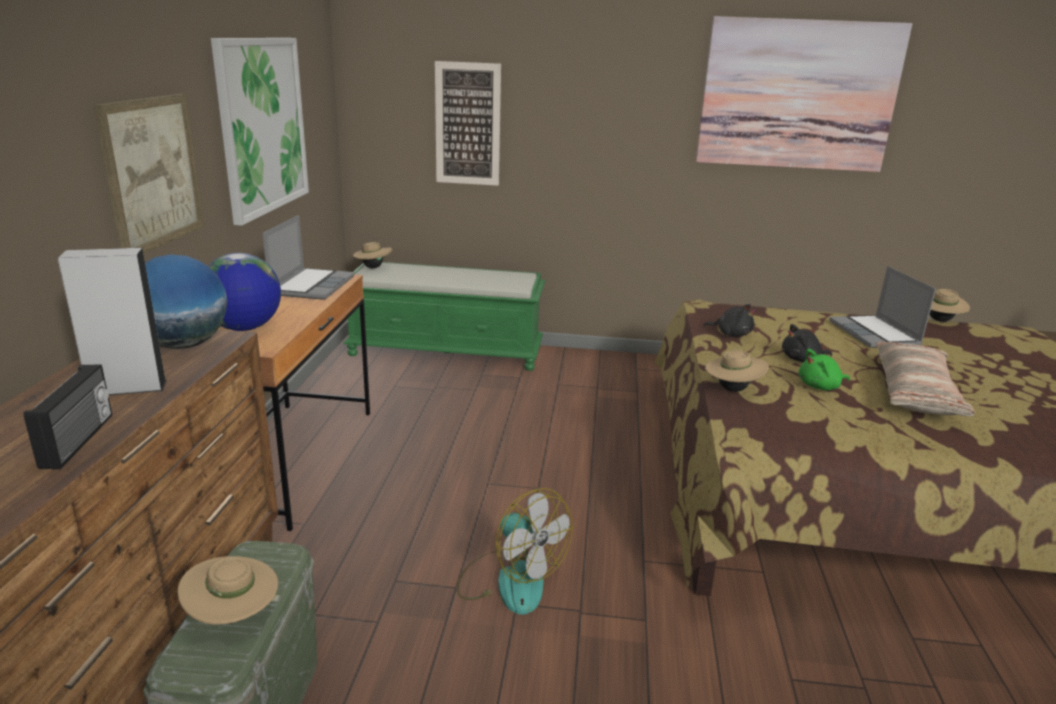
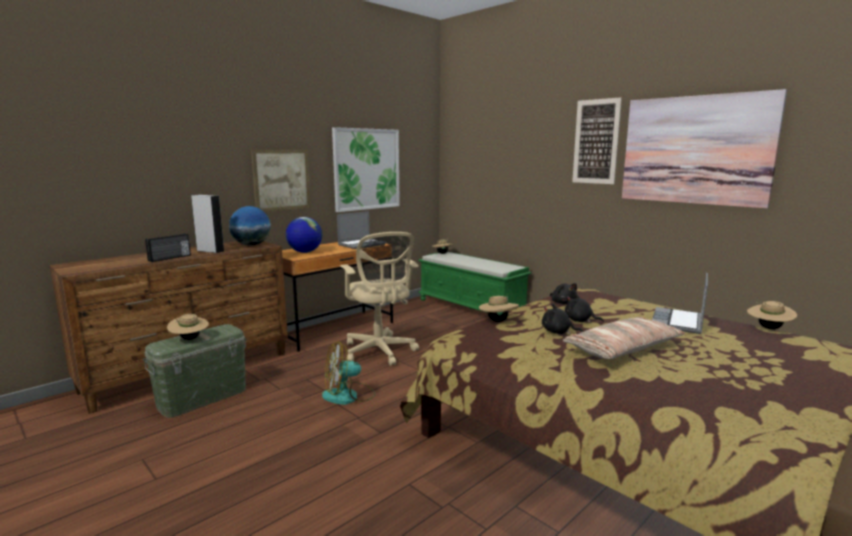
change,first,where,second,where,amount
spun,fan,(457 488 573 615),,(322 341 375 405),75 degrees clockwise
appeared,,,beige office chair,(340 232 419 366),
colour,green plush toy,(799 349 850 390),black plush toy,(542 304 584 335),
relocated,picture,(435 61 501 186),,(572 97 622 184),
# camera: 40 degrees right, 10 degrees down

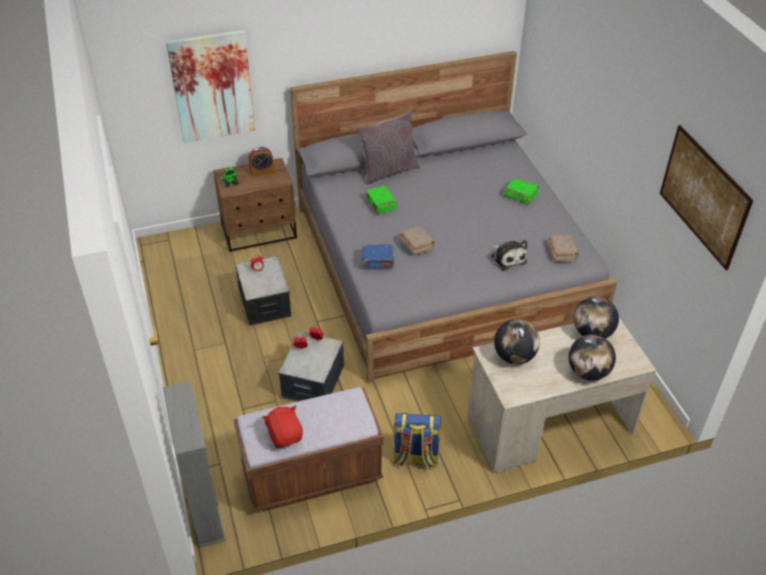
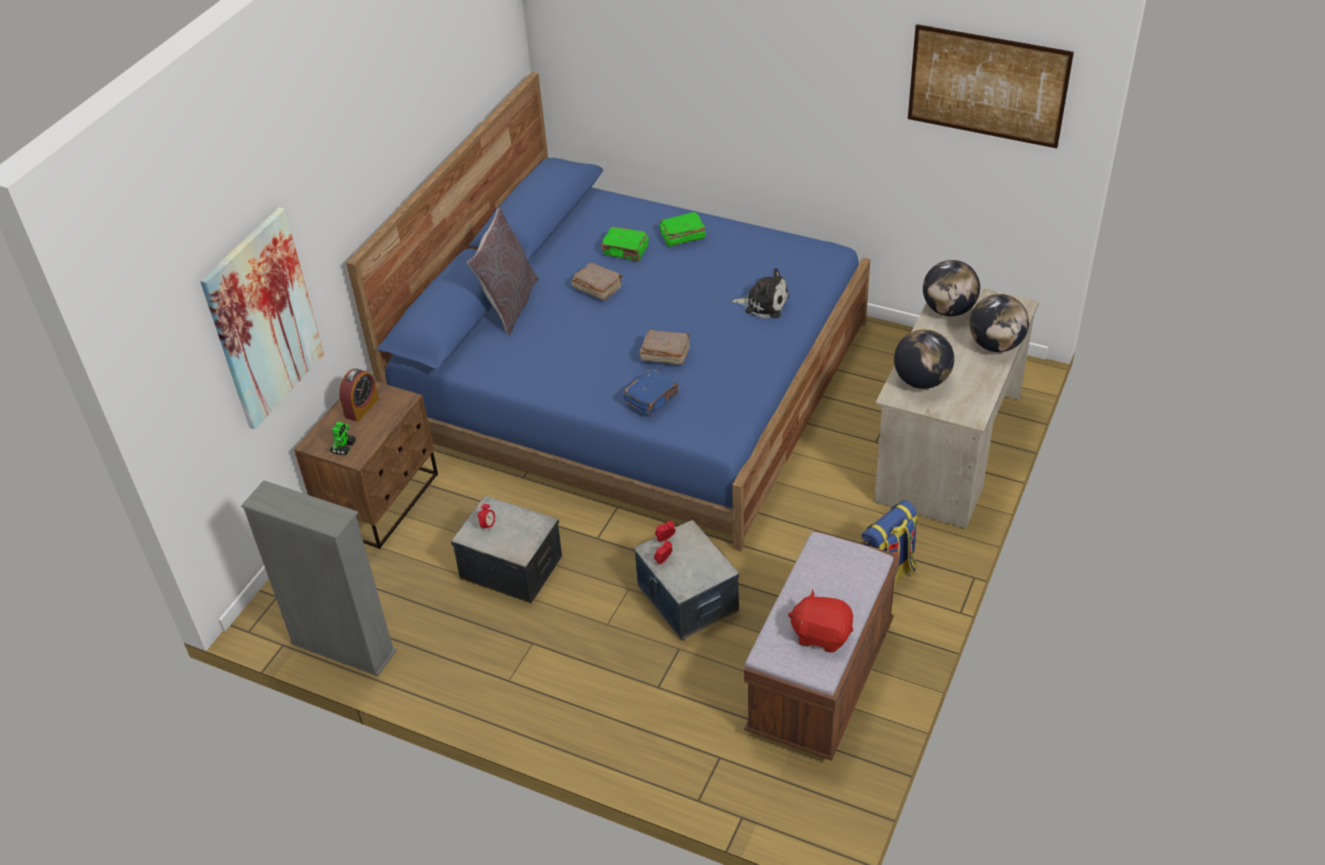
change,first,where,second,where,amount
relocated,grey bookcase,(163 381 226 548),,(241 480 397 676),
colour,grey bed,(290 51 617 383),blue bed,(346 72 870 551),
relocated,brown book,(548 234 579 262),,(572 262 623 301),
relocated,green book,(365 185 397 214),,(601 227 649 261),
# camera: 45 degrees left, 0 degrees up

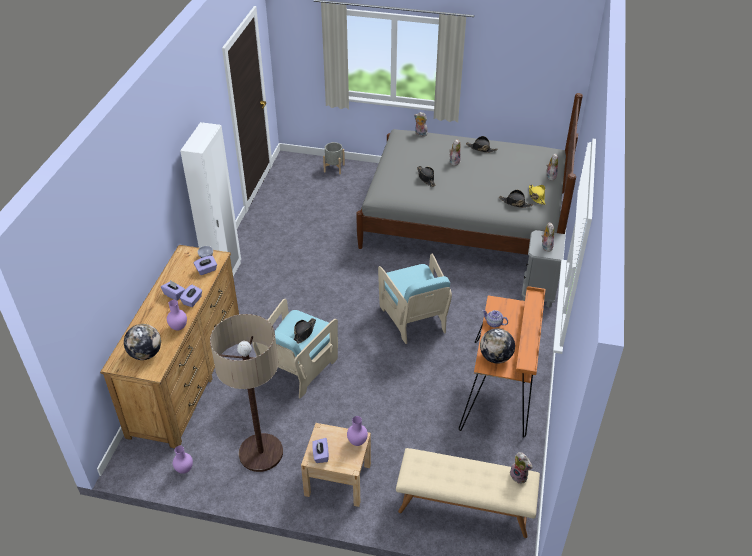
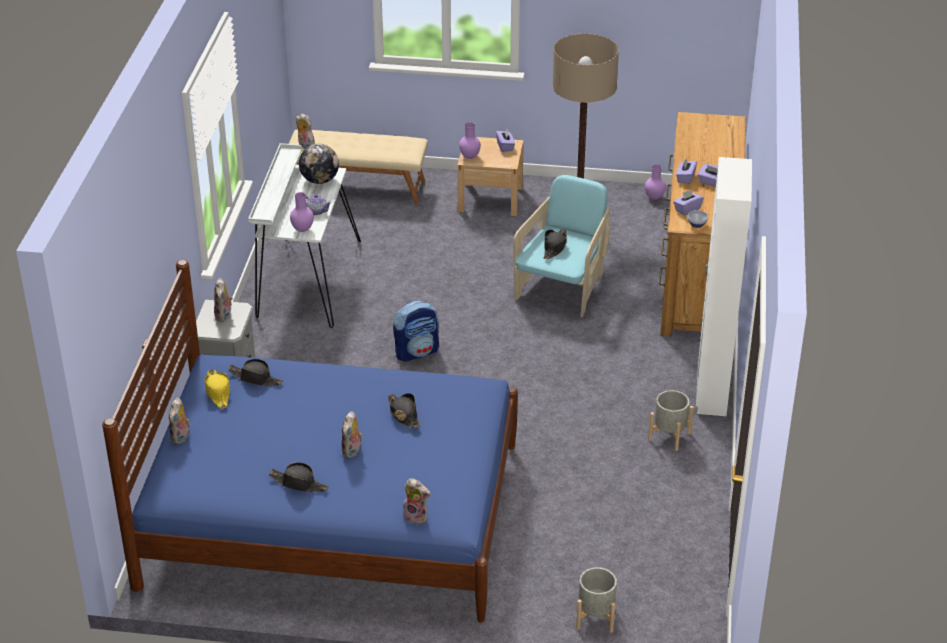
change,first,where,second,where,amount
colour,grey bed,(356 93 583 255),blue bed,(102 260 518 623),
colour,orange desk,(459 286 545 437),white desk,(248 143 361 328),
relocated,purple vase,(167 300 187 330),,(290 192 314 232),
exchanged,turquoise armchair,(378 254 452 344),backpack,(393 300 439 362),
appeared,,,grey planter,(648 390 694 451),
missing,globe,(124 324 161 360),,,
# camera: 175 degrees right, 5 degrees down

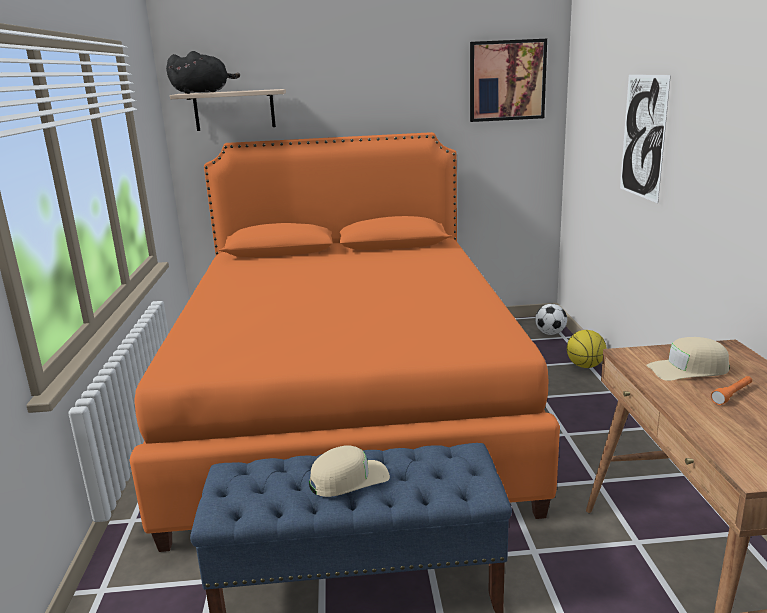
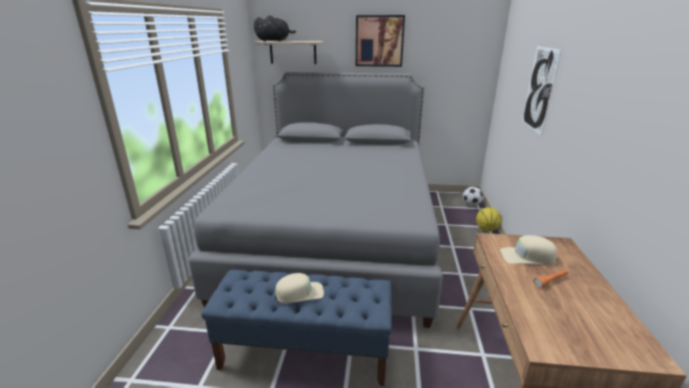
change,first,where,second,where,amount
colour,orange bed,(129 132 560 552),grey bed,(189 72 443 328),
relocated,picture,(470 39 547 122),,(356 15 405 67),
# camera: 10 degrees right, 5 degrees up

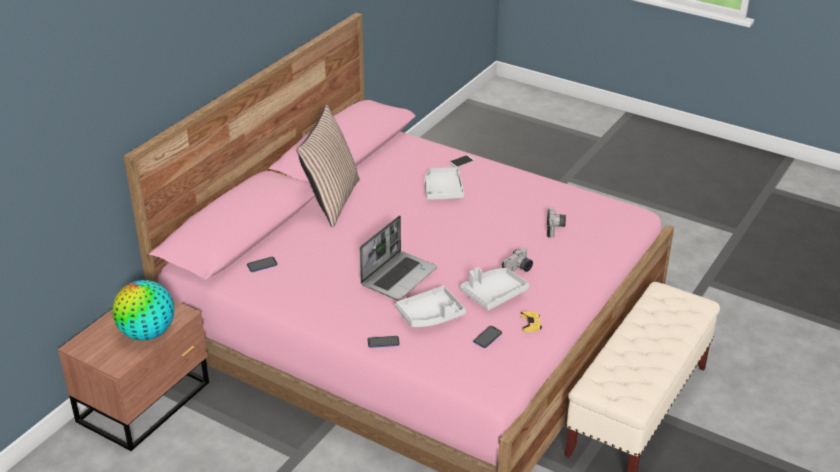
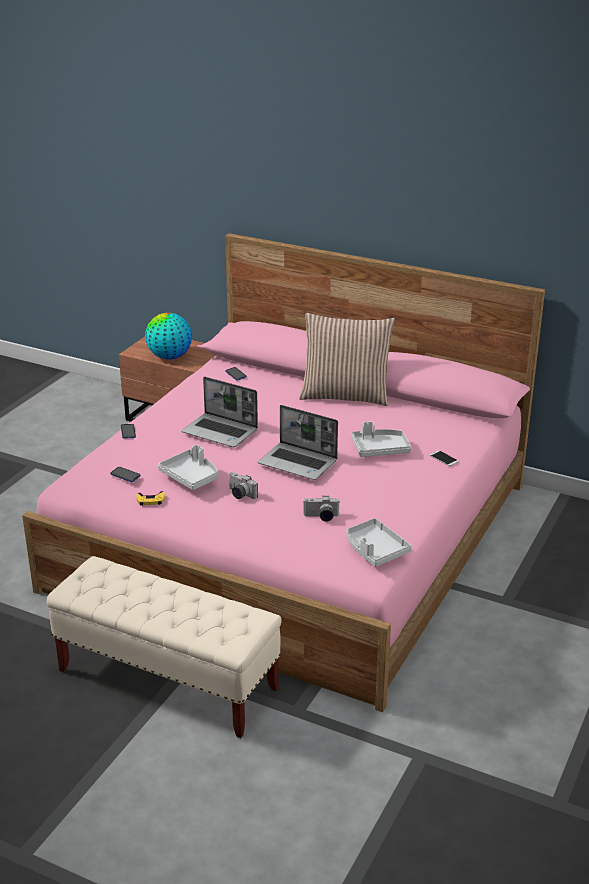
change,first,where,second,where,amount
appeared,,,laptop,(258 405 338 480),
relocated,grey tray,(395 286 466 327),,(347 518 412 567),
# camera: 85 degrees right, 5 degrees down

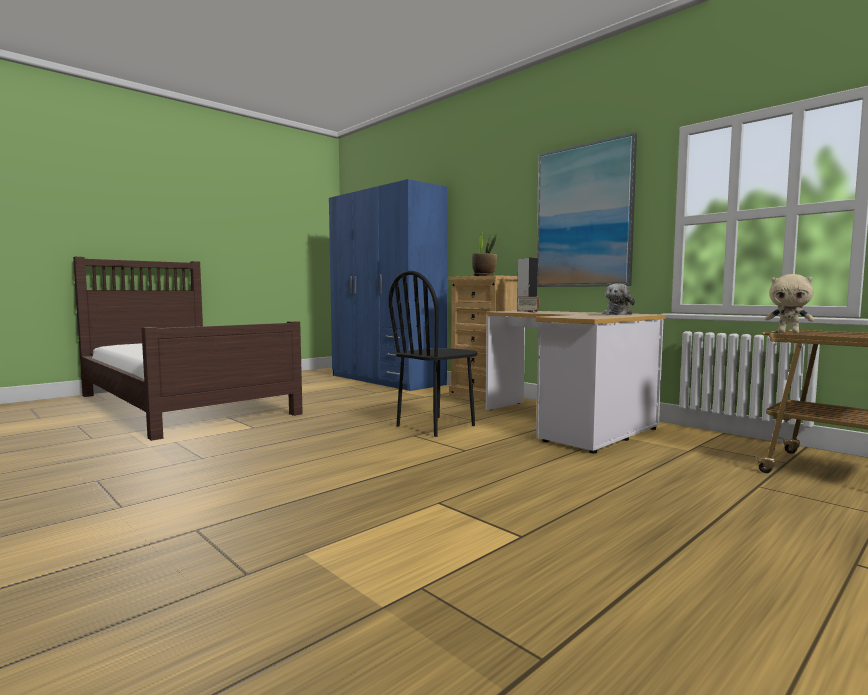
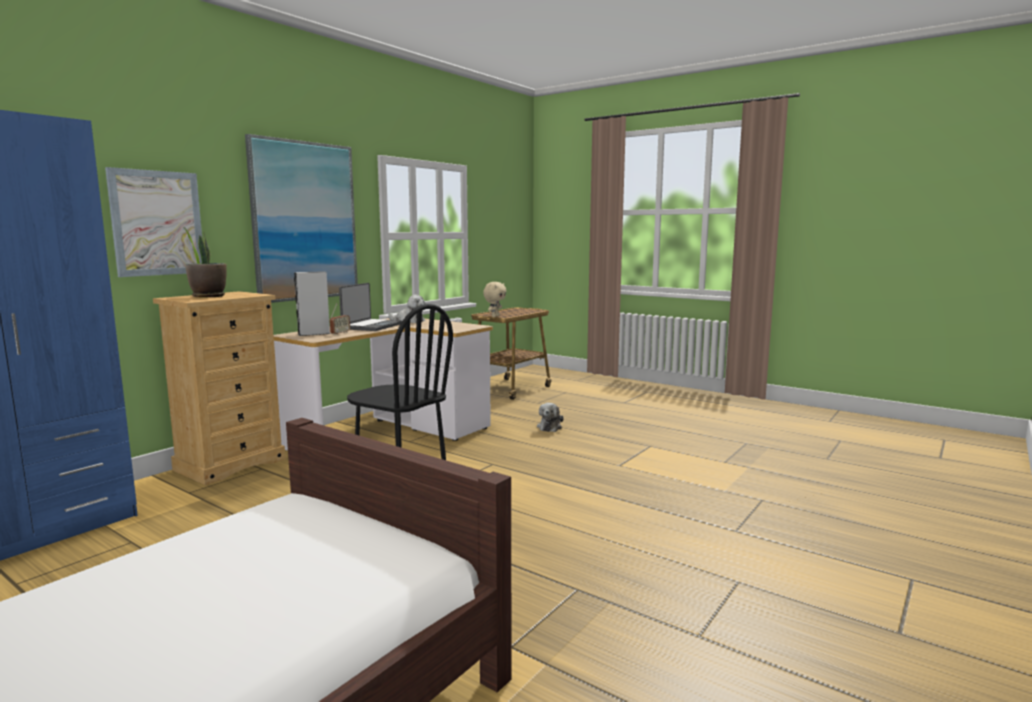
change,first,where,second,where,amount
appeared,,,picture,(105 167 202 277),
appeared,,,laptop,(339 283 402 331),
appeared,,,plush toy,(537 403 564 432),
# camera: 100 degrees left, 5 degrees up

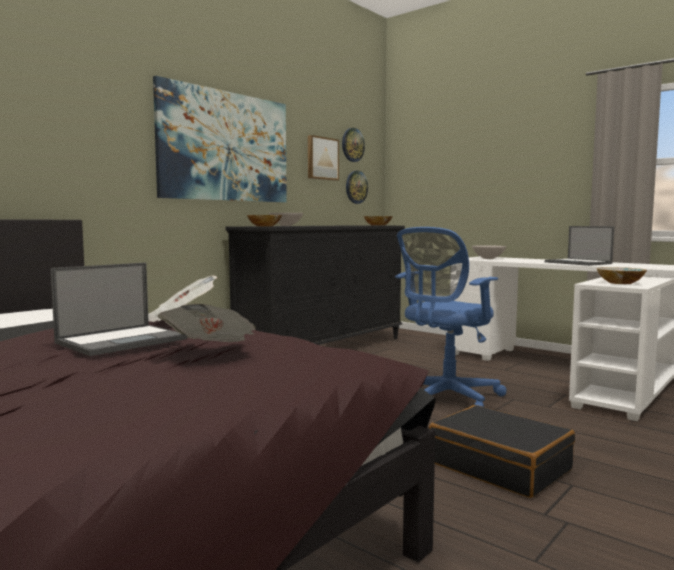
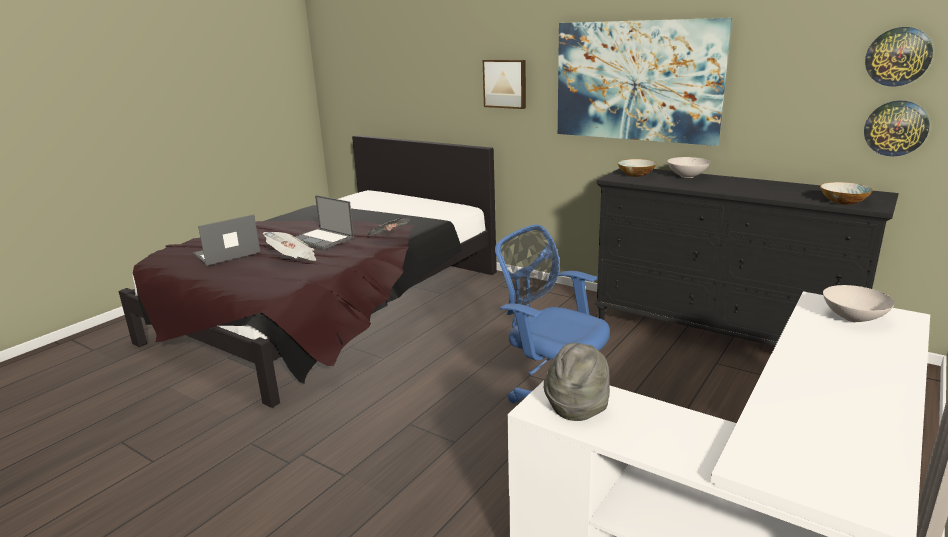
change,first,where,second,where,amount
relocated,laptop,(545 226 614 266),,(193 214 261 266),
relocated,picture,(308 135 339 181),,(483 60 526 109),
exchanged,bowl,(597 267 647 284),grey hat,(544 343 610 421),
missing,black suitcase,(429 405 575 498),,,
# camera: 85 degrees right, 15 degrees up

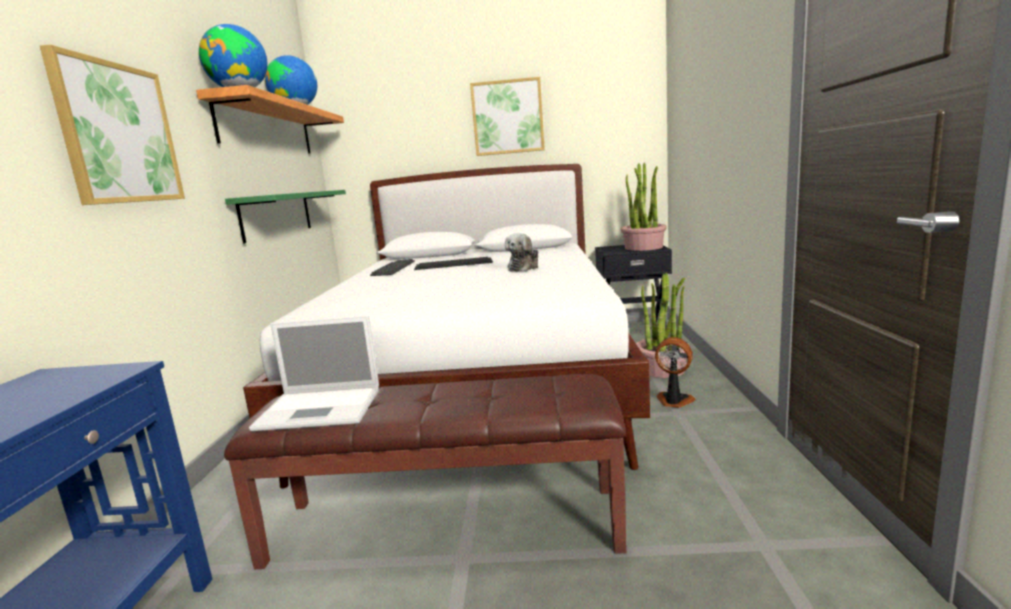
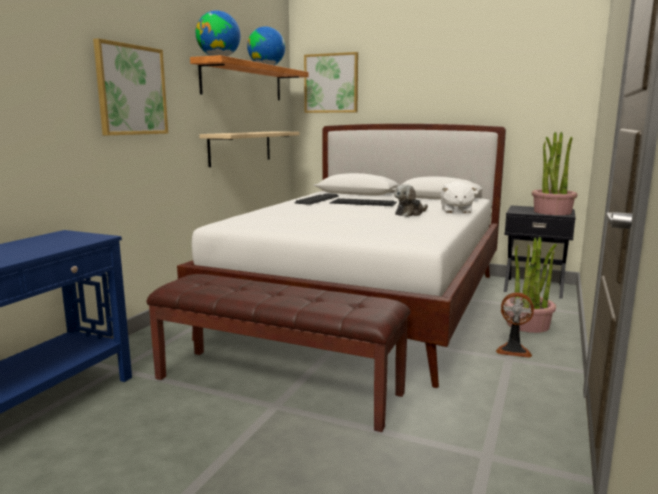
change,first,where,second,where,amount
colour,green shelf,(225 190 346 244),beige shelf,(199 131 299 167),
relocated,picture,(470 77 545 156),,(304 52 358 113),
appeared,,,white plush toy,(441 181 477 213),
spun,fan,(655 337 696 408),,(496 292 534 358),150 degrees clockwise
missing,laptop,(249 315 379 431),,,
# camera: 20 degrees right, 0 degrees up

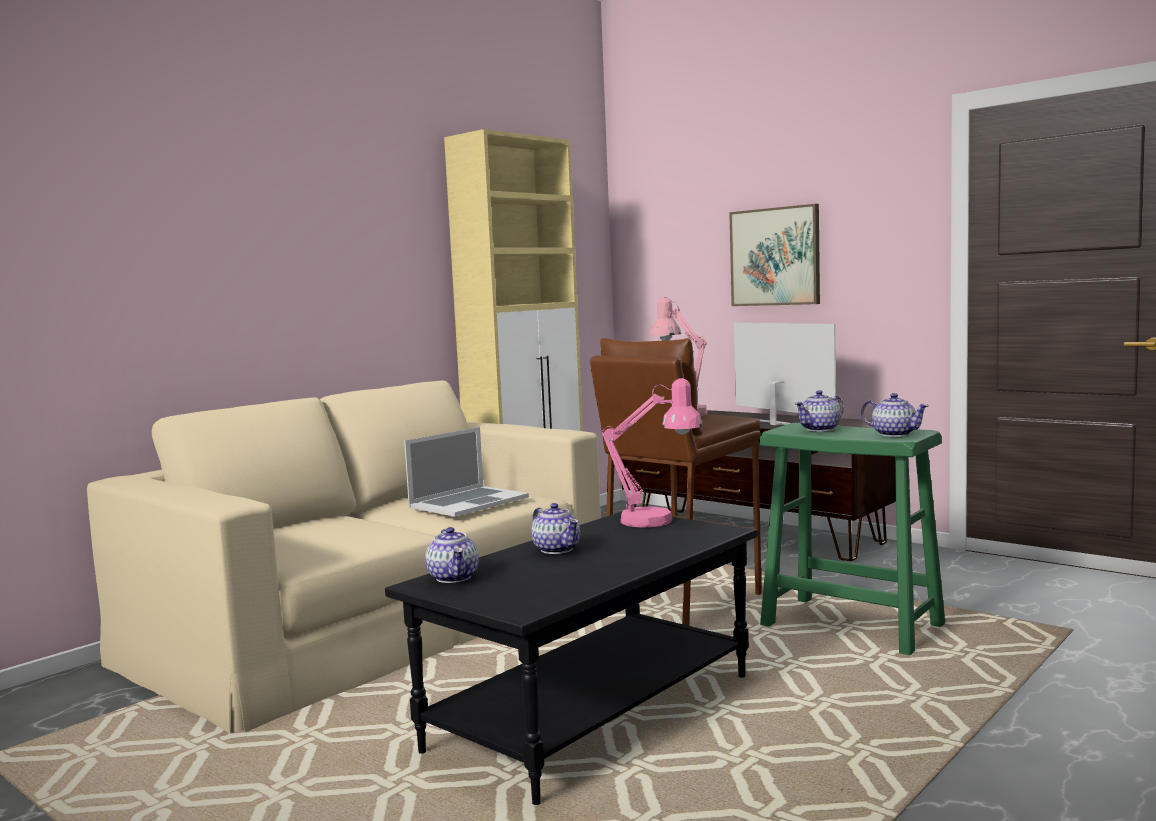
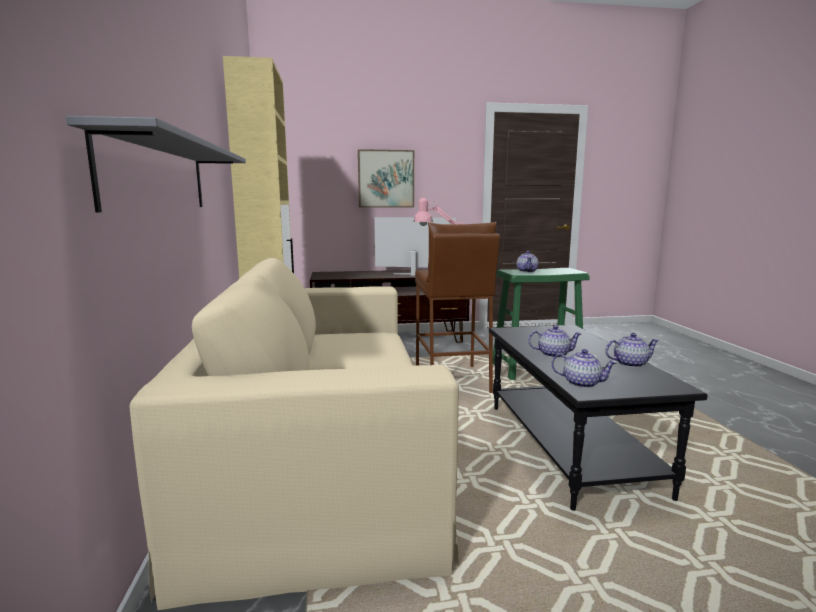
change,first,where,second,where,amount
appeared,,,grey shelf,(66 116 246 212),
relocated,teapot,(861 393 929 437),,(605 333 659 368),
missing,laptop,(404 427 529 517),,,
missing,pink table lamp,(602 378 703 528),,,
# camera: 50 degrees left, 5 degrees up

